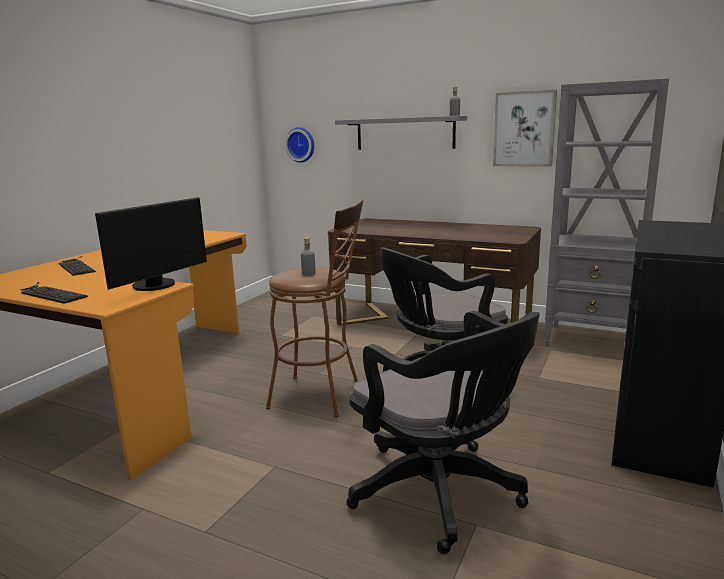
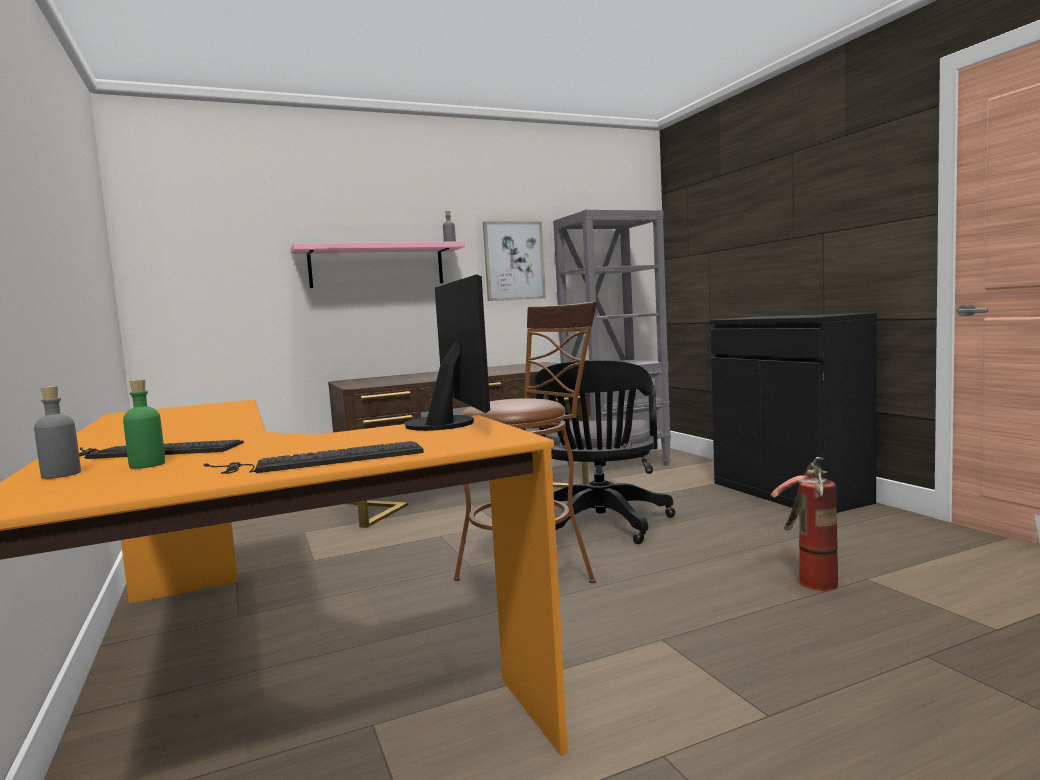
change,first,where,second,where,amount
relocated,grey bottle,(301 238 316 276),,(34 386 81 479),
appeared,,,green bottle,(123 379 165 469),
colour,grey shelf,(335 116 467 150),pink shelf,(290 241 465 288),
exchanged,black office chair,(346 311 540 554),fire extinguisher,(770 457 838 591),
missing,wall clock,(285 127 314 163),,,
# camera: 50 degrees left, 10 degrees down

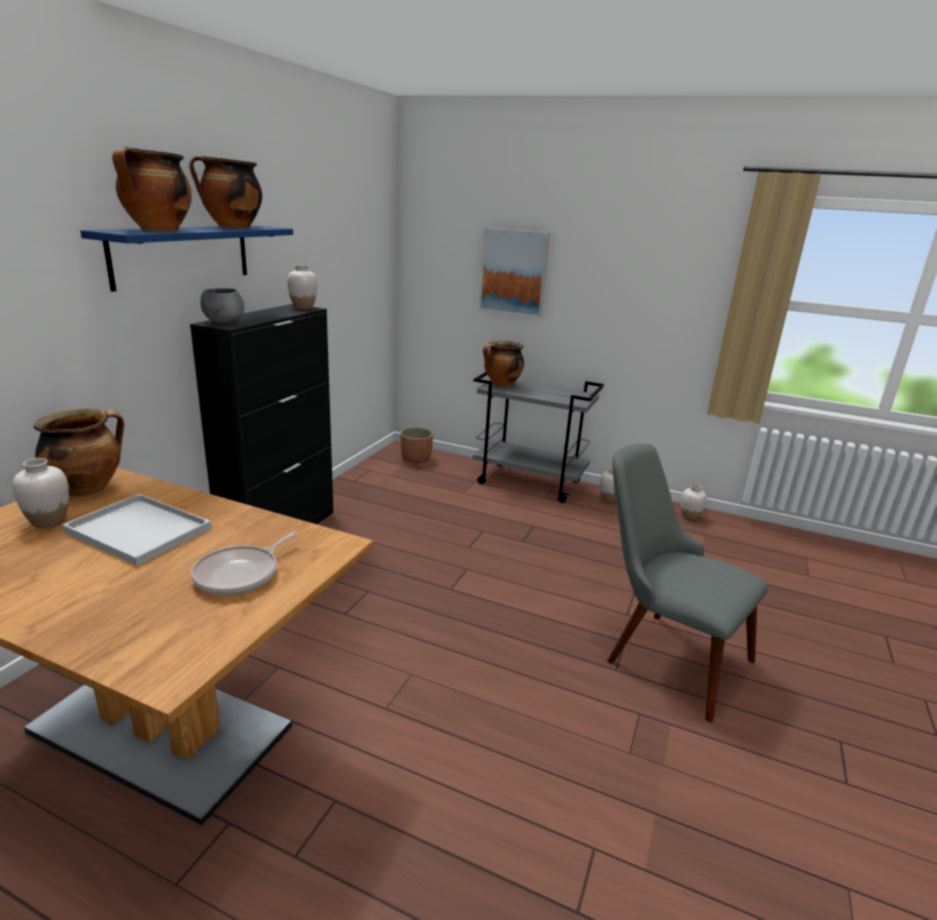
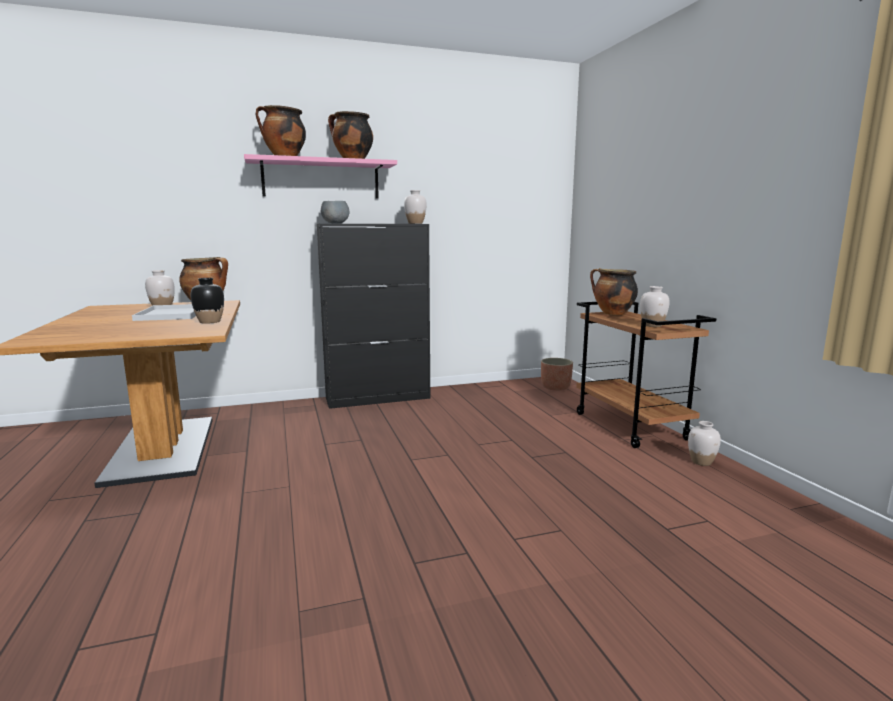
change,first,where,second,where,amount
appeared,,,black vase,(190 278 224 324),
colour,blue shelf,(80 225 293 292),pink shelf,(244 154 397 198),
colour,grey cart,(473 372 604 503),brown cart,(576 302 716 448),
relocated,white vase,(681 484 707 520),,(640 286 669 327),
missing,frying pan,(191 531 298 595),,,
missing,picture,(479 227 550 318),,,
missing,grey chair,(607 444 768 722),,,
# camera: 50 degrees right, 10 degrees down

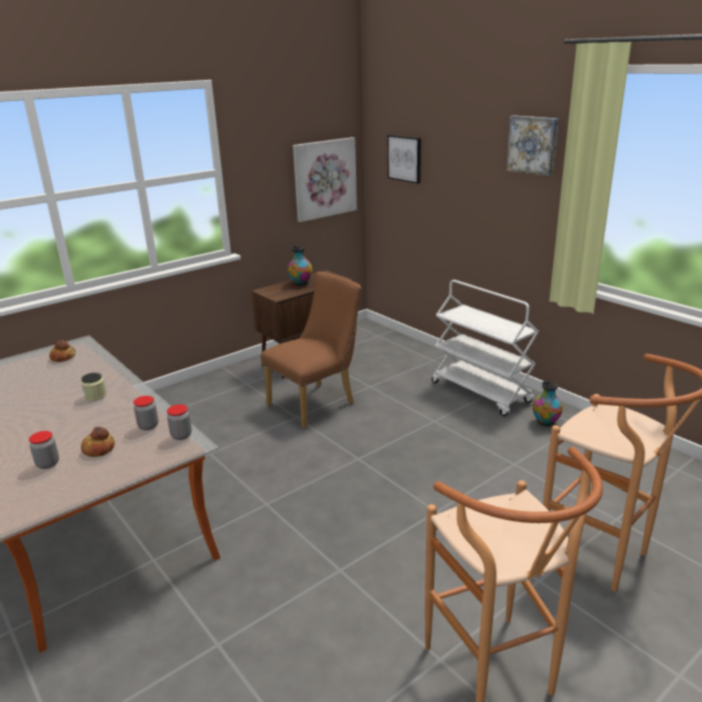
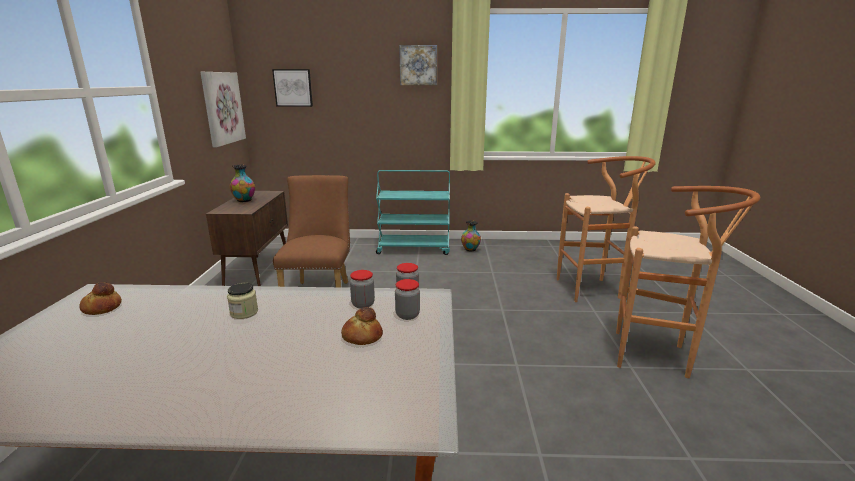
change,first,where,second,where,amount
colour,white cart,(432 280 539 416),turquoise cart,(376 170 450 255),
relocated,jar,(29 431 59 469),,(395 279 420 320),
# camera: 50 degrees left, 5 degrees down

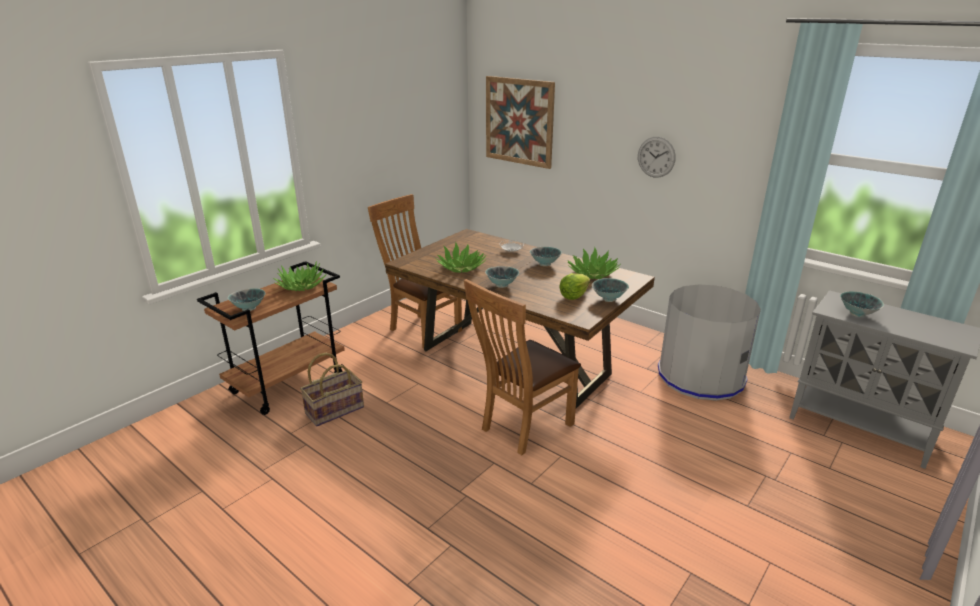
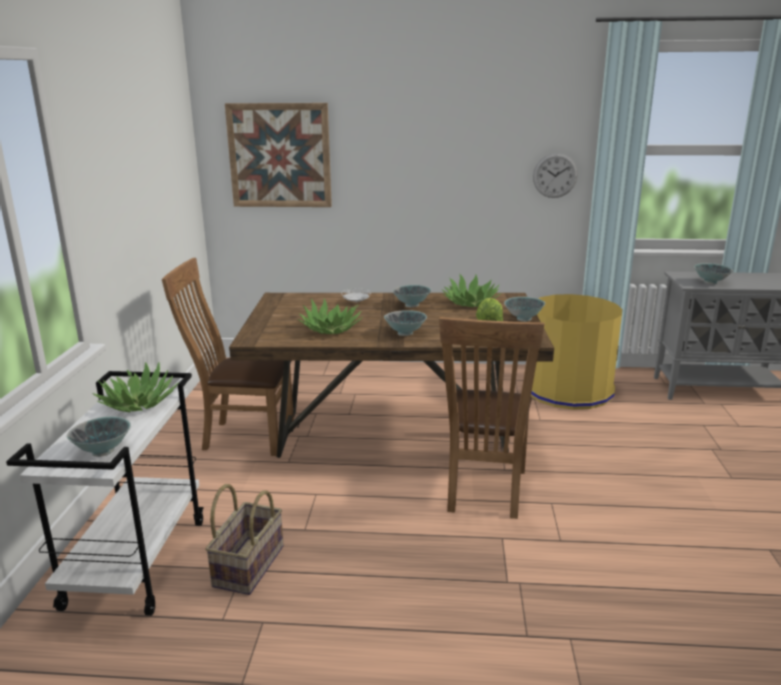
change,first,where,second,where,amount
colour,brown cart,(197 261 345 415),white cart,(6 371 204 616),
colour,grey trash can,(658 284 761 401),yellow trash can,(531 294 622 410),
relocated,wall clock,(638 137 676 178),,(533 153 578 198),
# camera: 35 degrees left, 5 degrees down

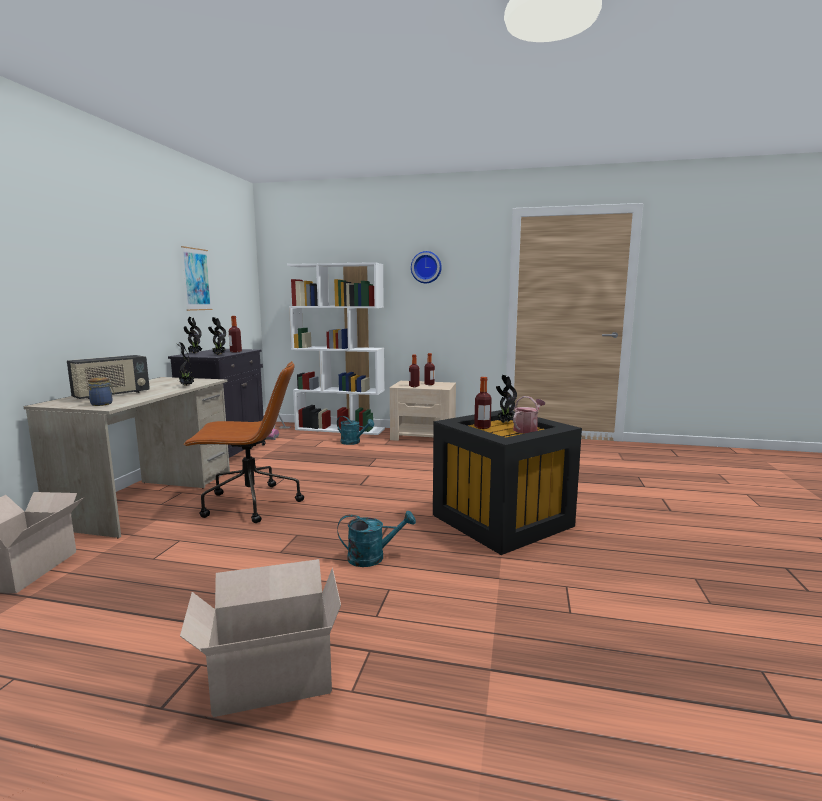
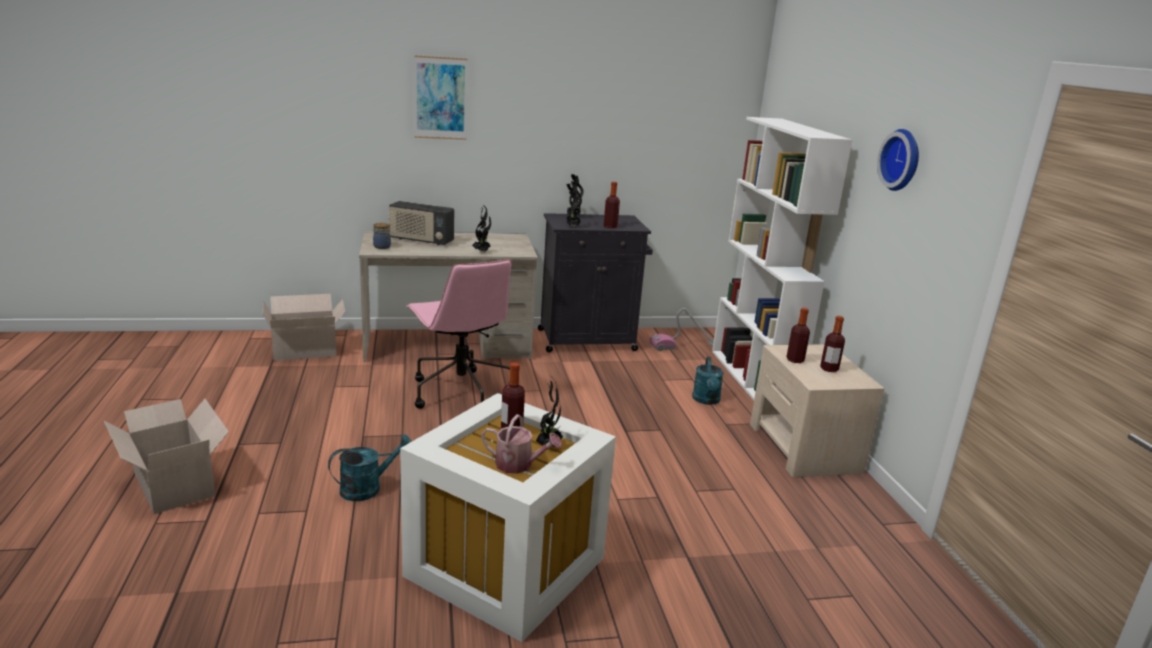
change,first,where,second,where,amount
spun,turquoise watering can,(337 510 416 567),,(328 434 412 501),90 degrees counterclockwise
colour,black storage box,(433 410 582 555),white storage box,(400 393 616 642),
colour,brown office chair,(183 361 304 523),pink office chair,(406 259 512 409),
relocated,picture,(181 246 212 311),,(414 55 468 140),
# camera: 65 degrees right, 10 degrees up

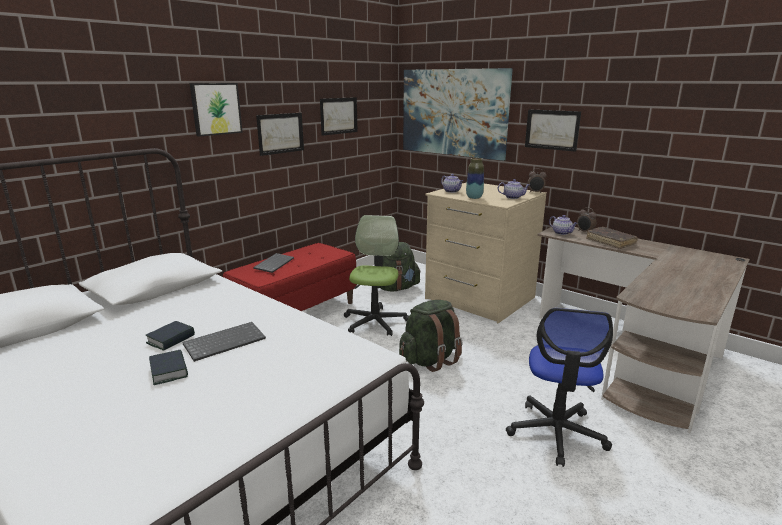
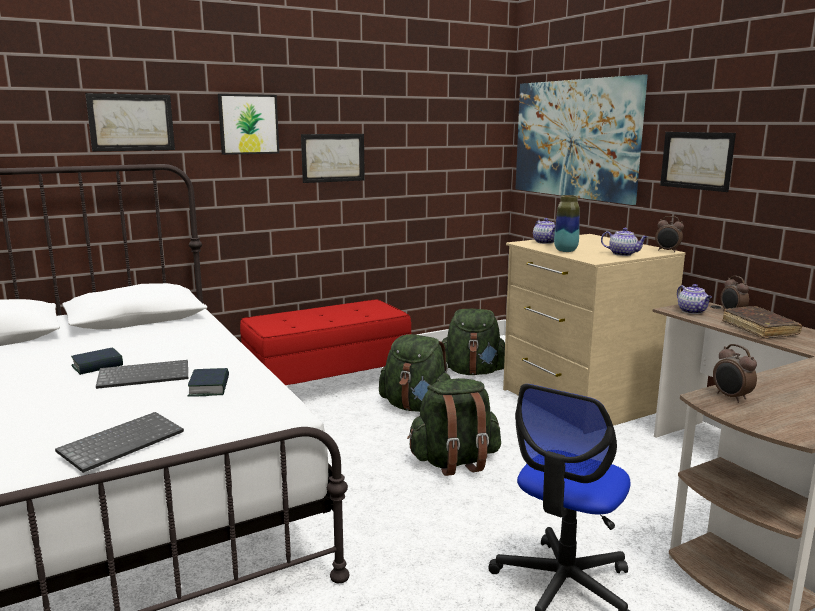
change,first,where,second,where,amount
relocated,keyboard,(253 253 294 273),,(55 412 184 473),
relocated,picture,(320 97 358 136),,(85 93 175 151),
relocated,book,(149 350 188 385),,(188 368 229 397),
exchanged,office chair,(344 215 409 336),green backpack,(379 334 451 412),
appeared,,,alarm clock,(713 344 757 403),
# camera: 20 degrees right, 5 degrees down

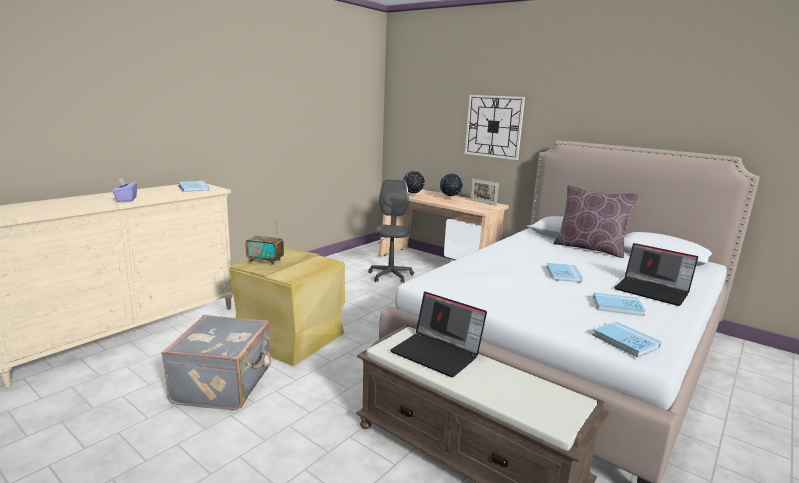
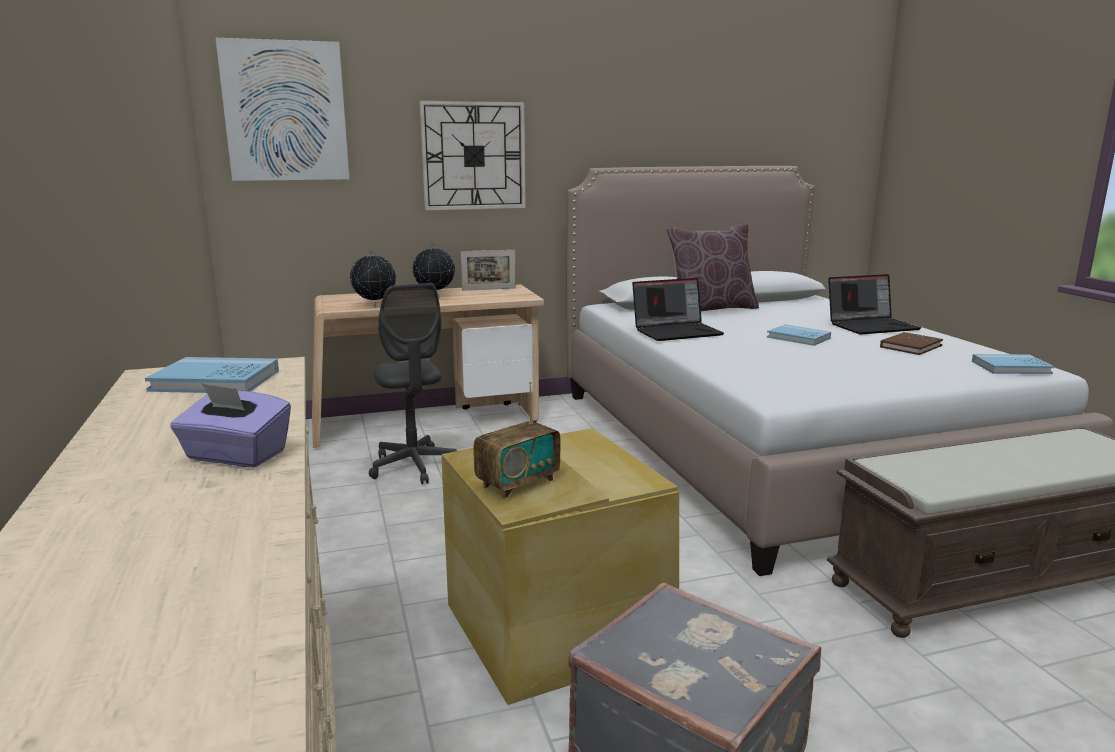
change,first,where,second,where,amount
appeared,,,picture,(215 38 349 181),
spun,grey office chair,(368 179 414 283),,(369 283 457 484),150 degrees counterclockwise
relocated,laptop,(390 292 487 377),,(632 278 724 341),
colour,blue book,(593 292 646 316),brown book,(880 332 943 355),
# camera: 55 degrees left, 0 degrees up

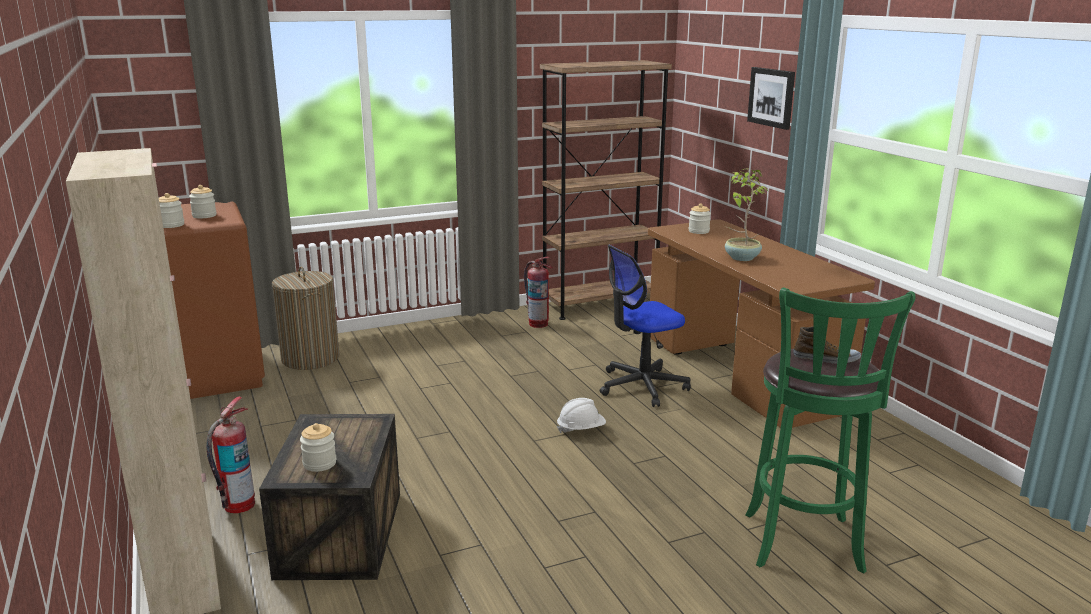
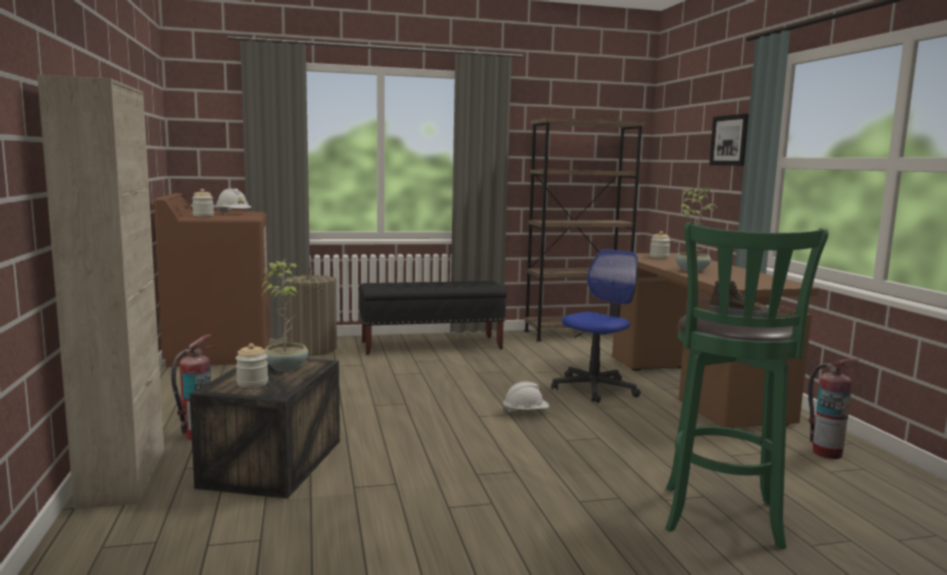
change,first,where,second,where,amount
exchanged,jar,(189 185 217 218),white hard hat,(216 188 251 213),
appeared,,,potted plant,(260 259 314 371),
appeared,,,black bench,(359 281 507 355),
spun,office chair,(600 245 691 407),,(551 249 641 403),150 degrees clockwise
relocated,fire extinguisher,(524 257 553 328),,(808 359 864 459),
# camera: 10 degrees right, 10 degrees down

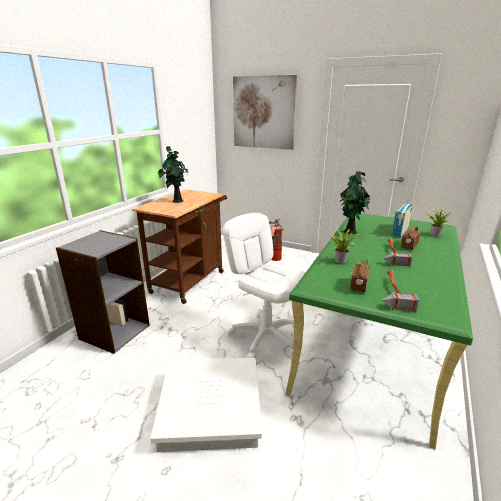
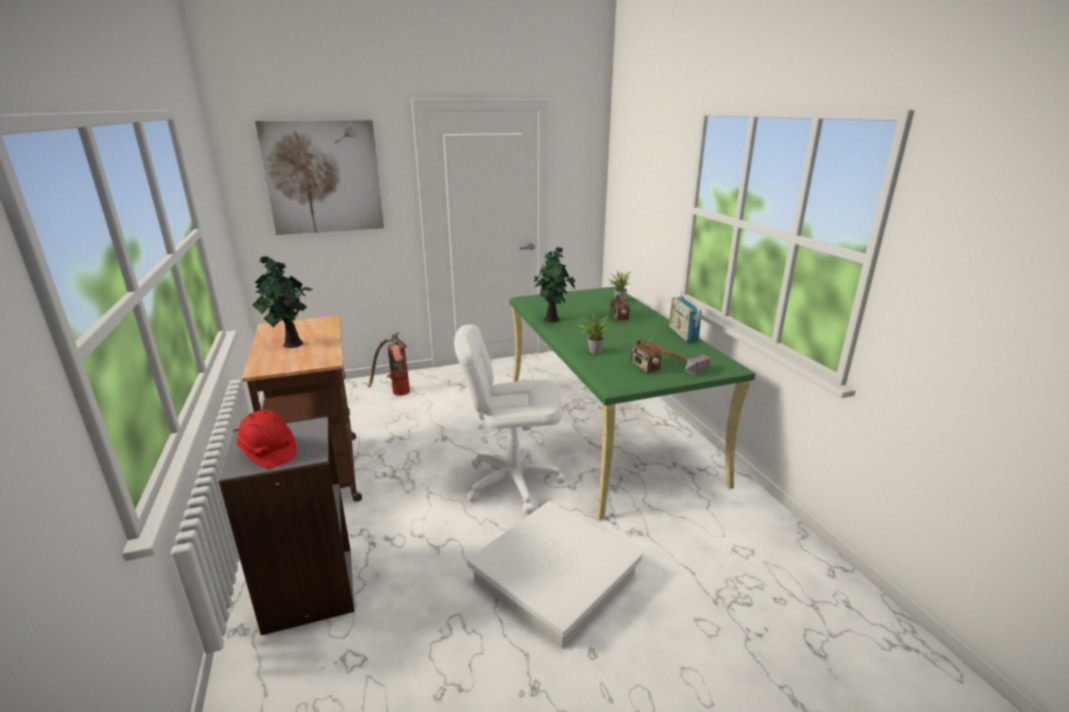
change,first,where,second,where,amount
appeared,,,red hard hat,(236 410 297 468),
relocated,radio,(392 199 413 237),,(669 291 702 342),
missing,hammer,(383 238 412 267),,,
# camera: 45 degrees left, 0 degrees up

